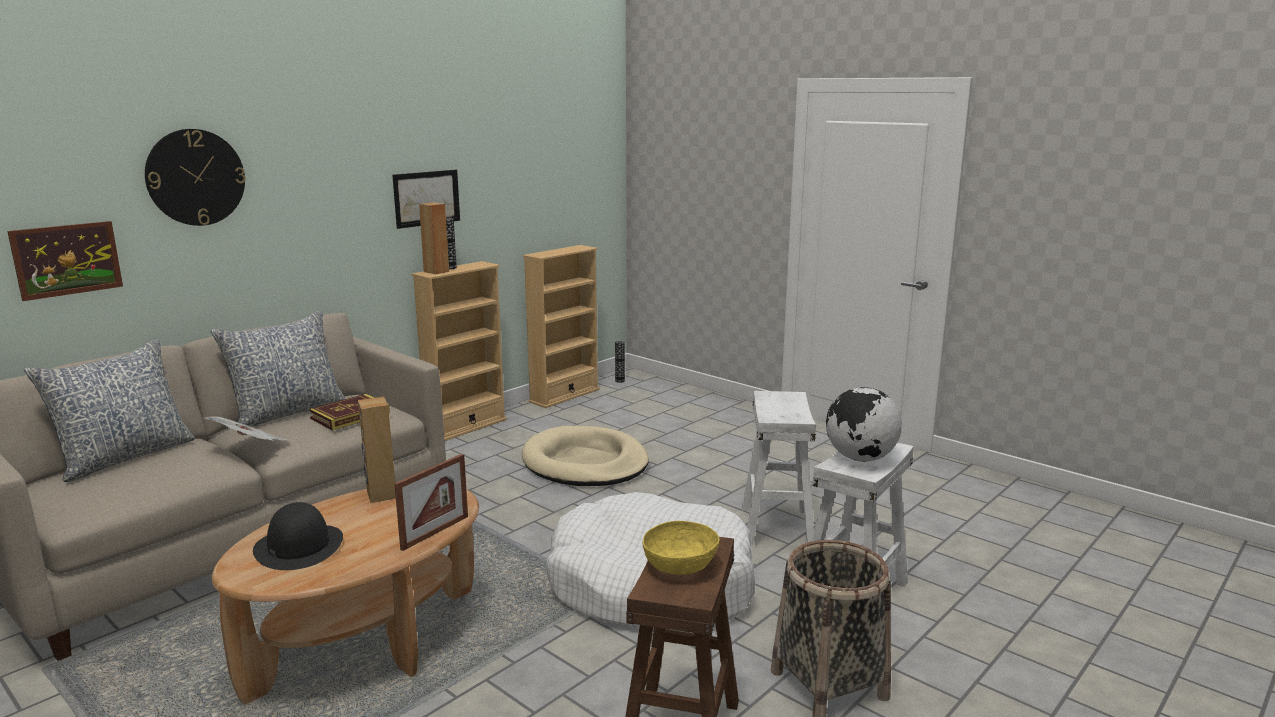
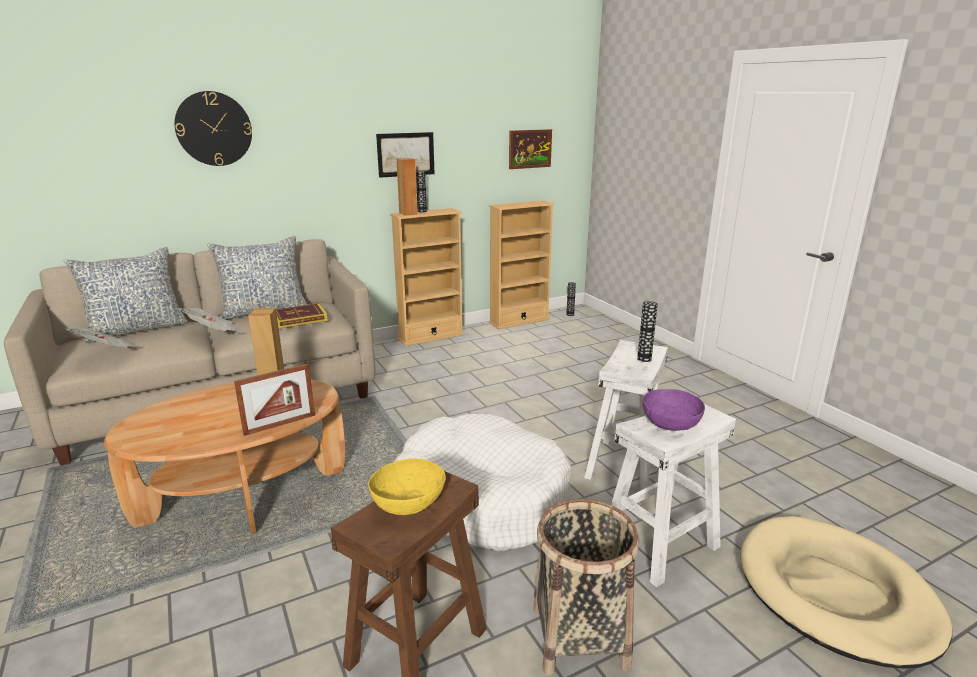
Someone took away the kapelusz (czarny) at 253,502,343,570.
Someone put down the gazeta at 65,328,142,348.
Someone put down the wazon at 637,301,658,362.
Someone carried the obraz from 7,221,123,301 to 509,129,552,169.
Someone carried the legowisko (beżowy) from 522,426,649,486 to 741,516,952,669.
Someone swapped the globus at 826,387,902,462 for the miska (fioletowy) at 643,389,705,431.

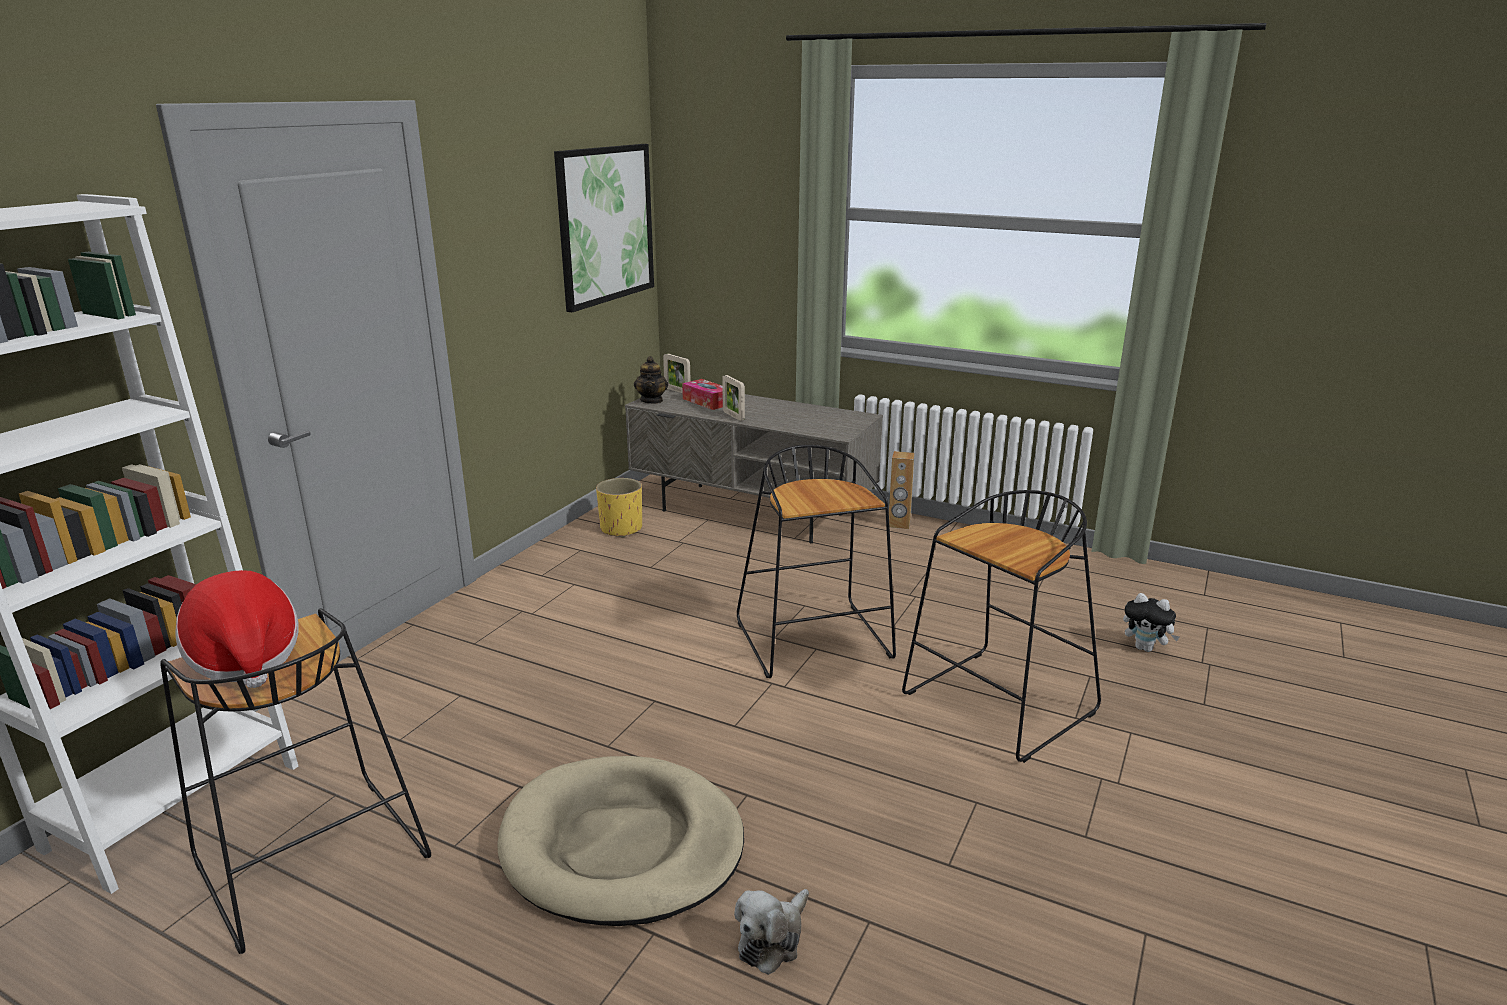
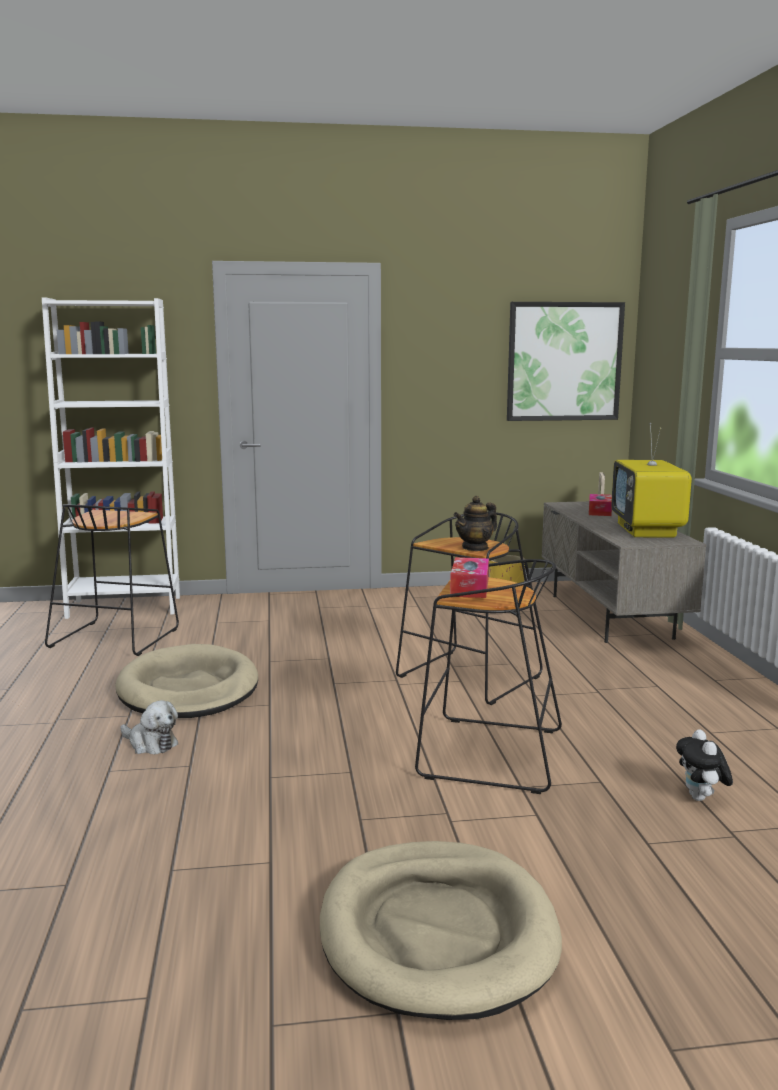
Someone took away the kapelusz at 175,570,299,688.
Someone took away the ramka na zdjęcie at 722,375,745,421.
Someone took away the głośnik (brązowy) at 889,451,914,529.
Someone put down the legowisko (beżowy) at 320,841,562,1020.
Someone put down the pudełko chusteczek at 450,557,489,598.
Someone put down the telewizor at 611,423,692,538.
Someone carried the imbryk from 634,356,668,404 to 454,496,497,551.
Someone rotated the pluszak at 734,889,809,975 by 150 degrees counterclockwise.

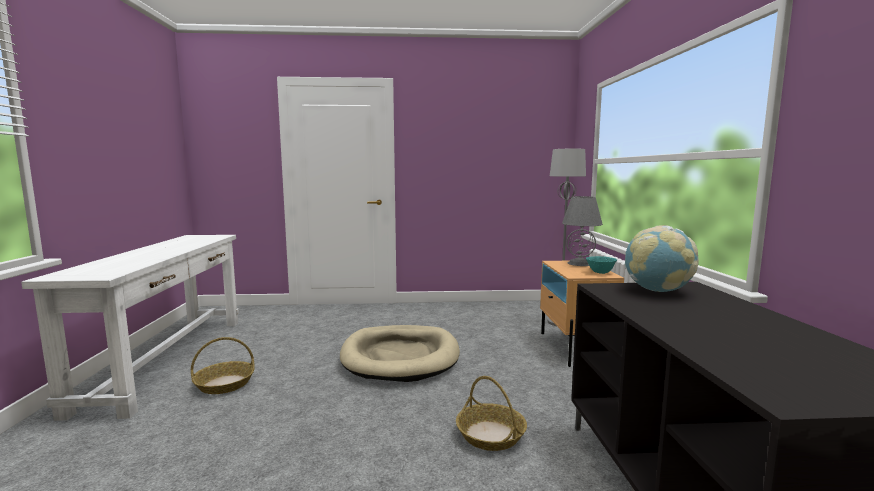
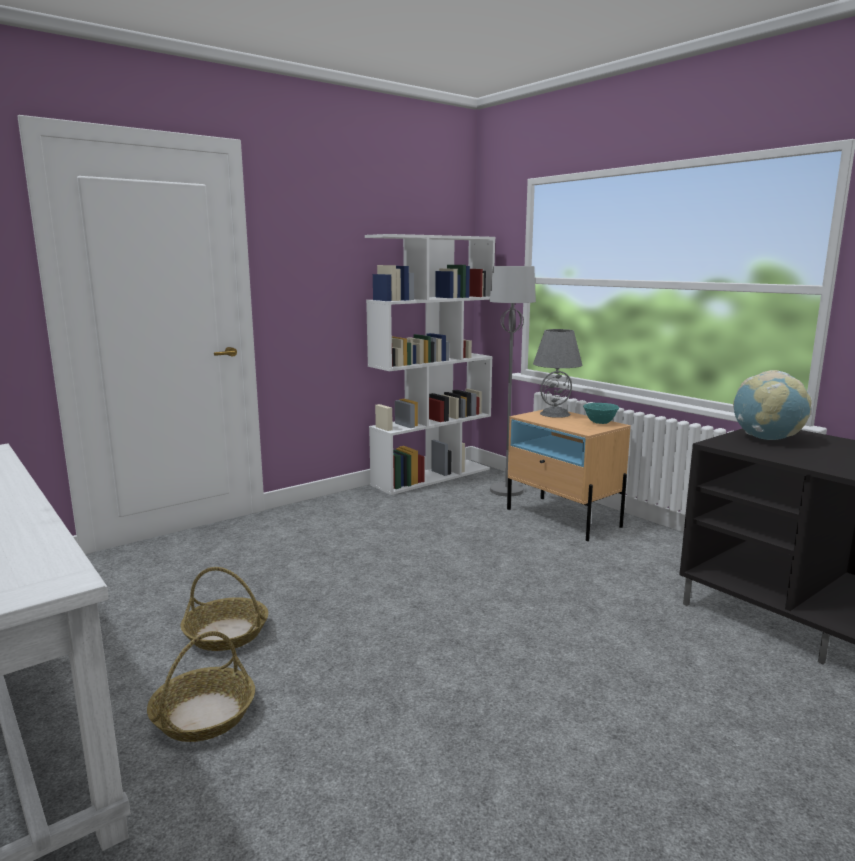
Someone took away the legowisko (beżowy) at 340,325,460,382.
Someone put down the regał (biały) at 365,234,495,495.
Someone carried the koszyk from 456,376,527,451 to 180,567,268,651.

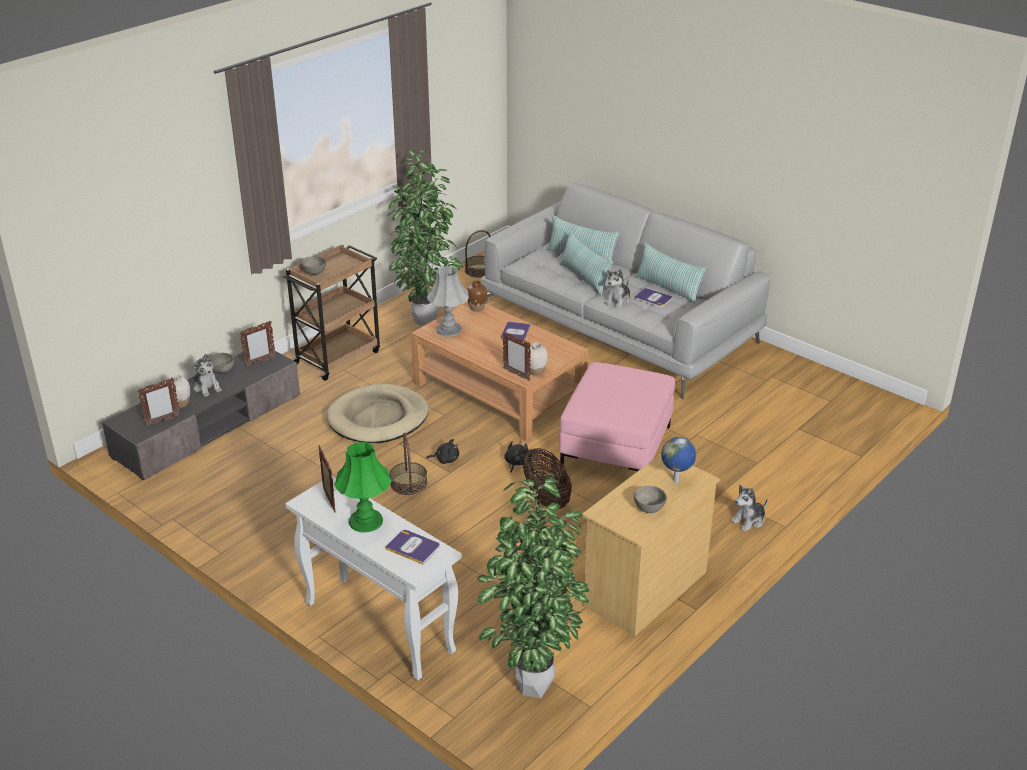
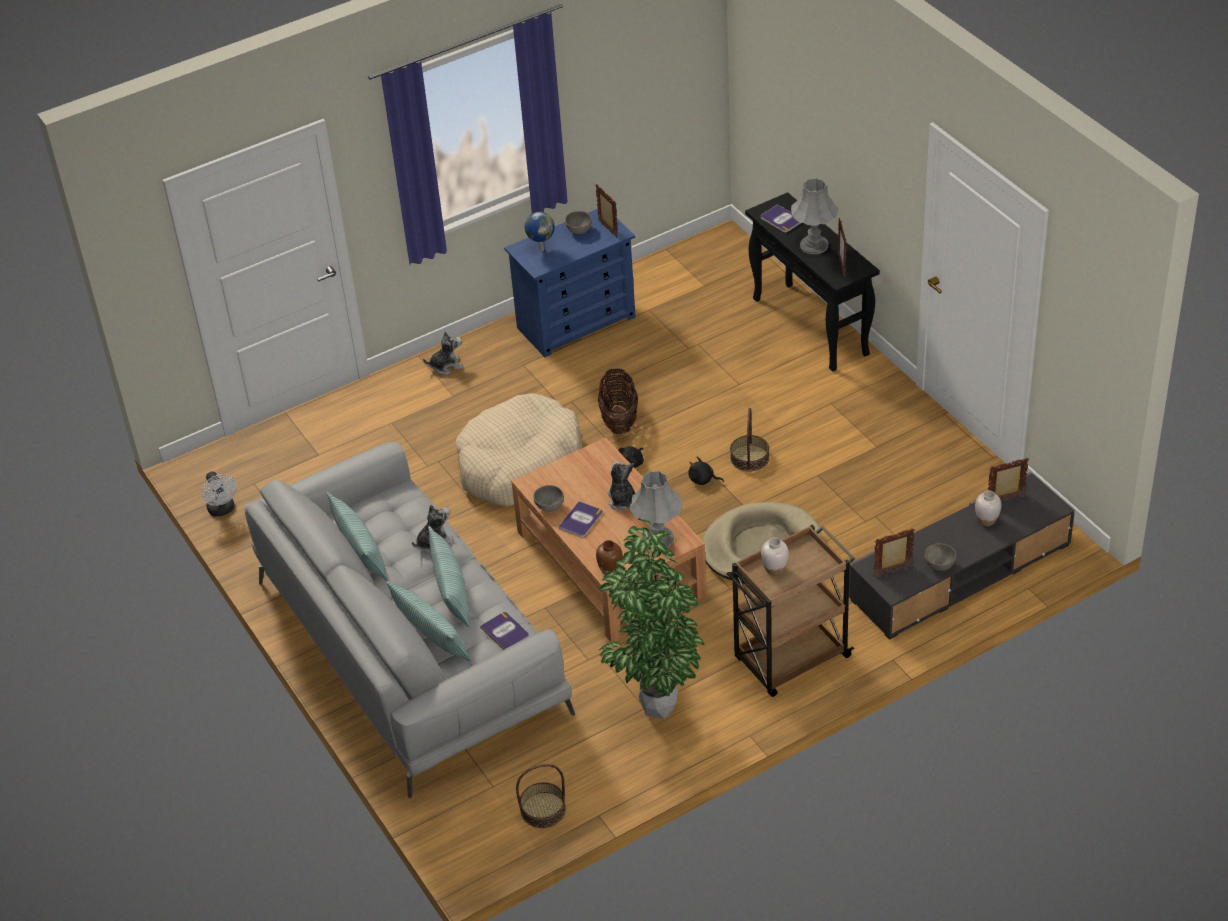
Someone took away the roślina doniczkowa at 477,473,590,698.
Someone put down the wentylator (biały) at 201,471,237,516.
Someone carried the pluszak from 192,354,222,397 to 607,461,635,510.
Someone carried the miska (szary) from 301,256,326,275 to 533,485,564,512.
Someone carried the ramka na zdjęcie from 503,331,531,381 to 596,184,618,238.
Someone carried the wazon (biały) from 528,342,548,376 to 761,538,789,576.
Someone carried the książka from 635,288,673,307 to 480,612,529,650.
Someone swapped the pufa (różowy) at 559,362,675,471 for the legowisko (beżowy) at 456,393,582,506.
Someone repainted the stolik konsolowy (biały) at 285,476,462,681, which became the stolik konsolowy (czarny) at 745,192,880,372.
Someone repainted the lampa stołowa (zielony) at 334,442,392,533, which became the lampa stołowa (szary) at 791,178,838,254.
Someone repainted the komoda (beżowy) at 582,454,720,636, which became the komoda (niebieski) at 504,209,636,357.

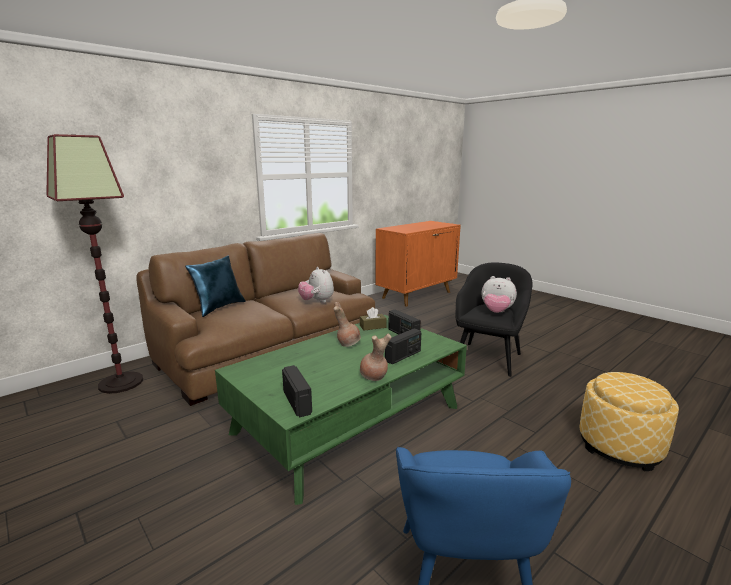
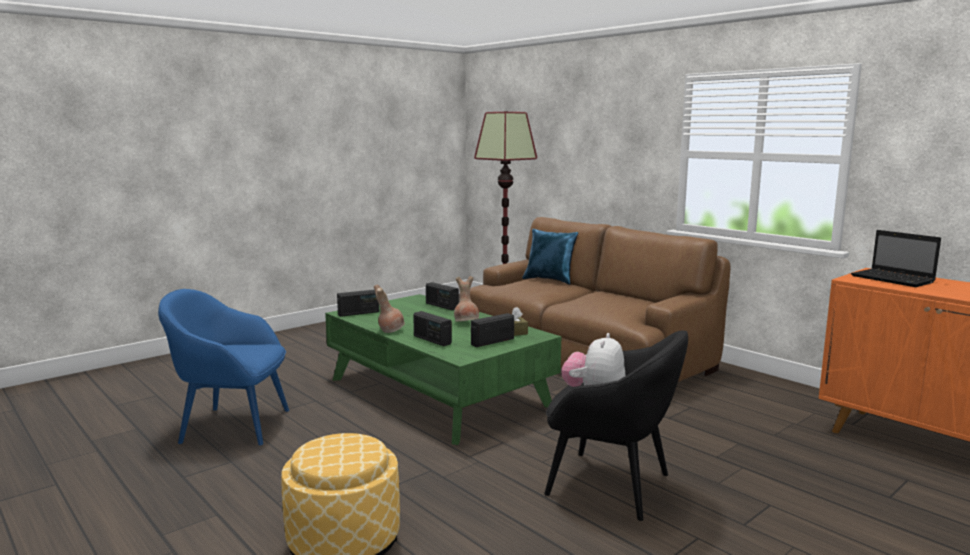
Someone took away the pluszak at 298,267,334,303.
Someone put down the radio at 426,282,459,310.
Someone put down the laptop at 851,230,941,287.

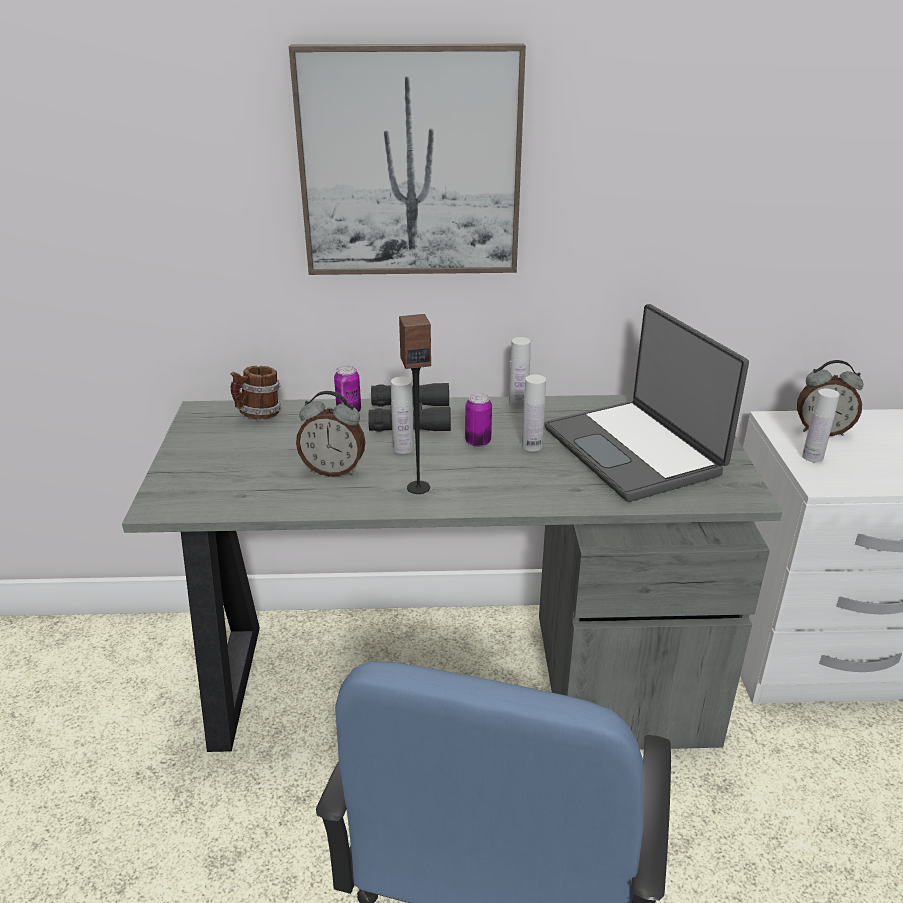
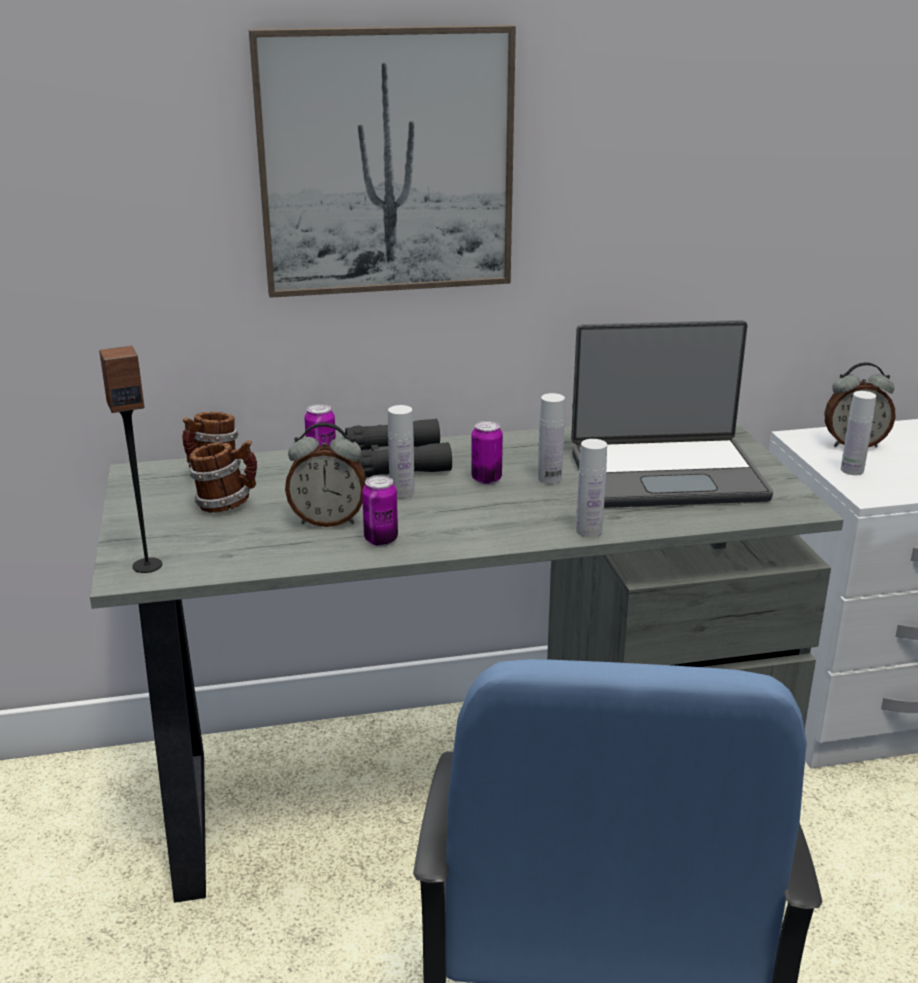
Someone put down the kubek at 189,440,257,513.
Someone put down the puszka at 362,476,398,546.
Someone carried the głośnik from 399,314,431,494 to 99,346,162,573.
Someone carried the butelka (biały) from 509,337,531,409 to 576,439,607,537.
Someone rotated the laptop at 545,304,749,502 by 60 degrees counterclockwise.

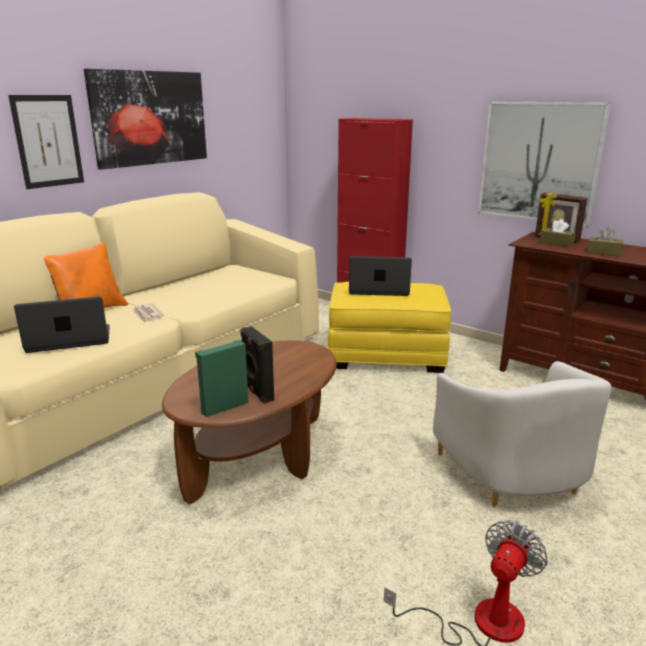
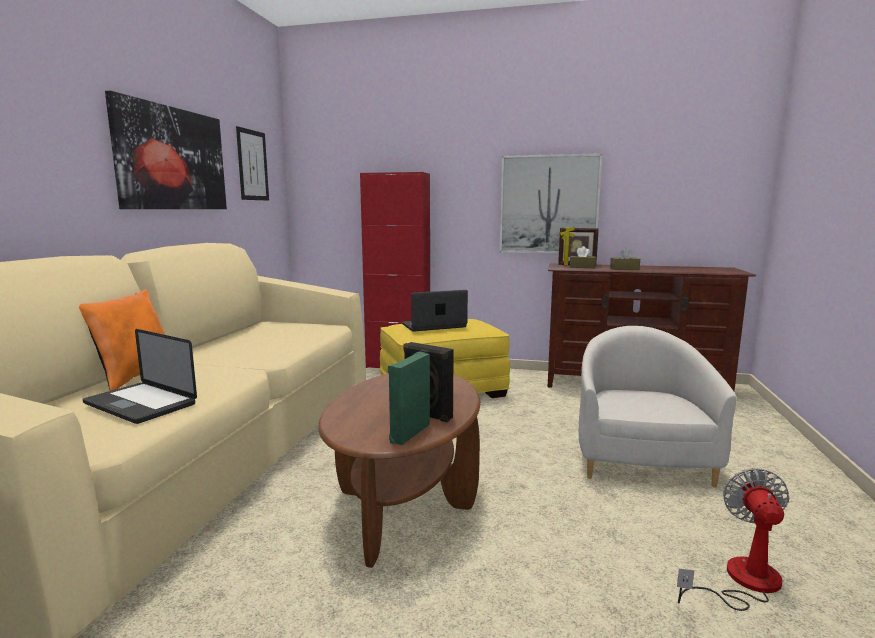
Someone took away the gazeta at 132,303,164,323.
Someone carried the obraz from 8,95,84,189 to 236,126,269,201.
Someone rotated the laptop at 14,296,110,353 by 105 degrees counterclockwise.
Someone rotated the fotel (biały) at 433,361,611,507 by 135 degrees counterclockwise.

